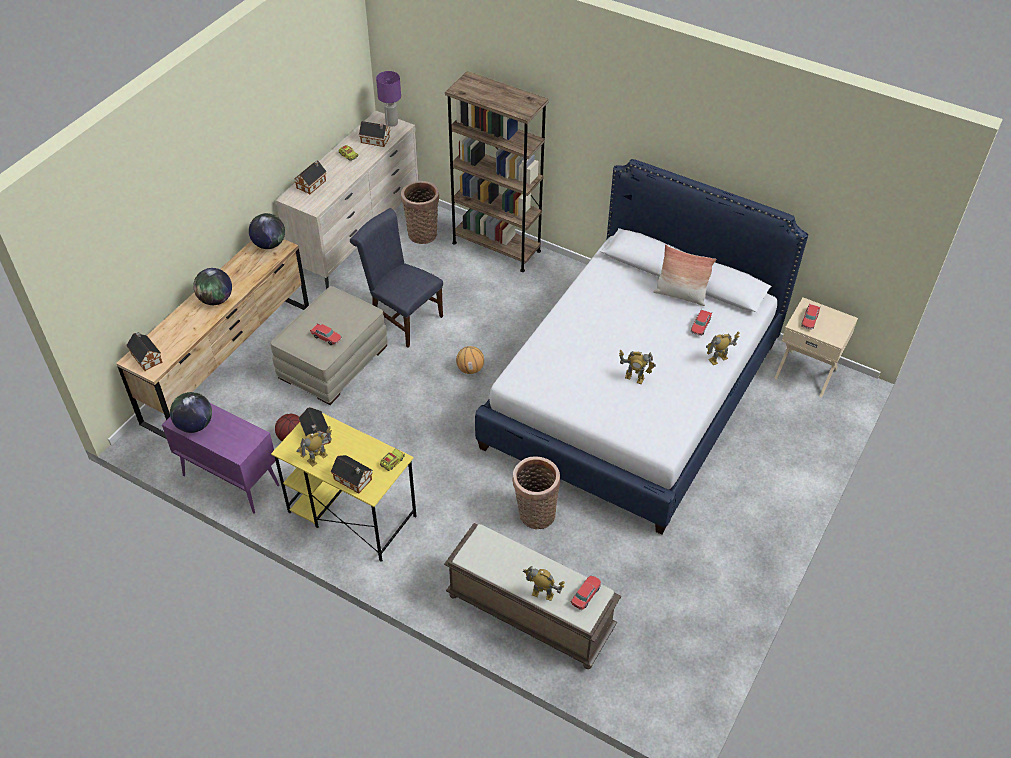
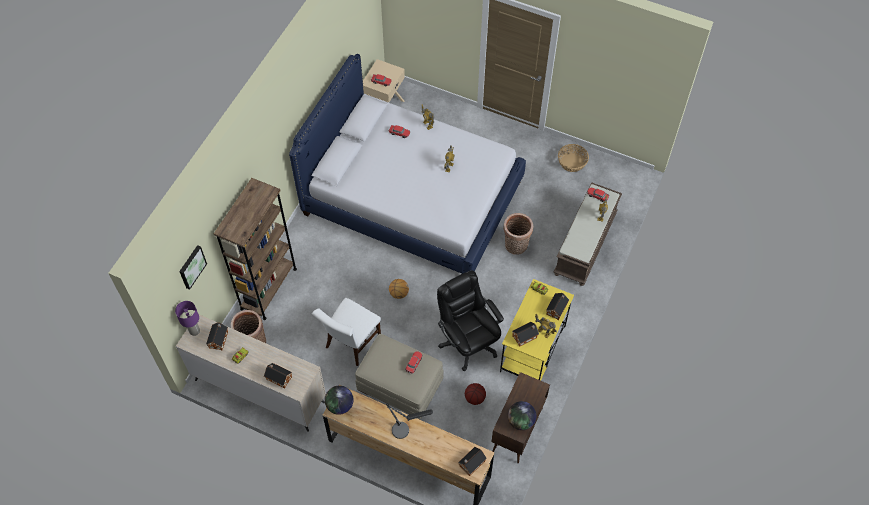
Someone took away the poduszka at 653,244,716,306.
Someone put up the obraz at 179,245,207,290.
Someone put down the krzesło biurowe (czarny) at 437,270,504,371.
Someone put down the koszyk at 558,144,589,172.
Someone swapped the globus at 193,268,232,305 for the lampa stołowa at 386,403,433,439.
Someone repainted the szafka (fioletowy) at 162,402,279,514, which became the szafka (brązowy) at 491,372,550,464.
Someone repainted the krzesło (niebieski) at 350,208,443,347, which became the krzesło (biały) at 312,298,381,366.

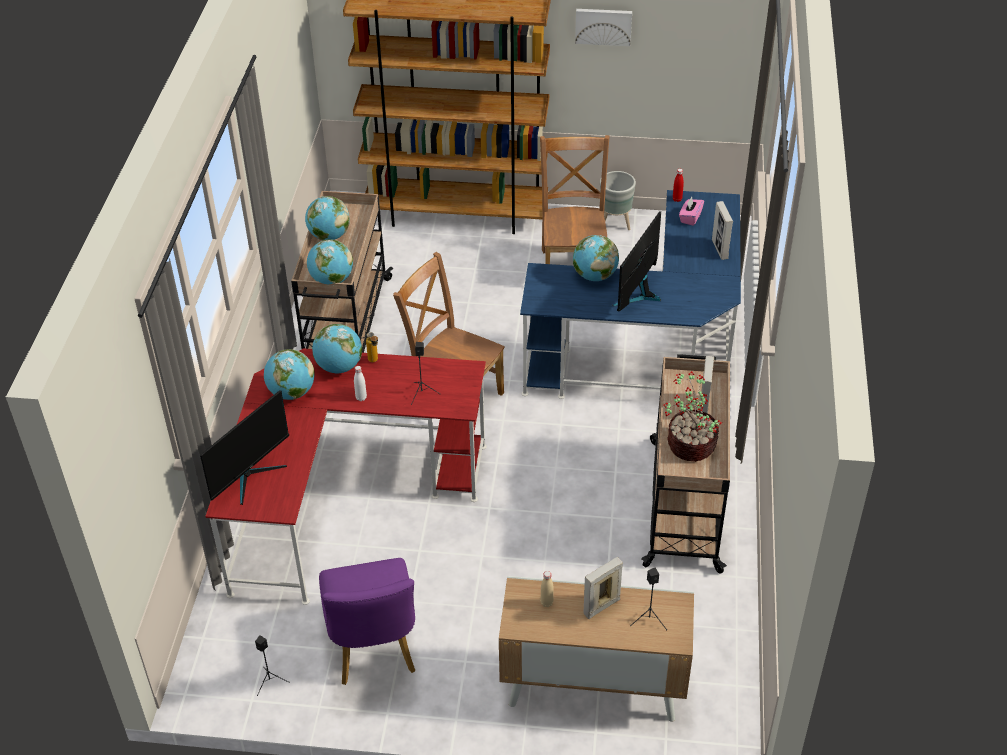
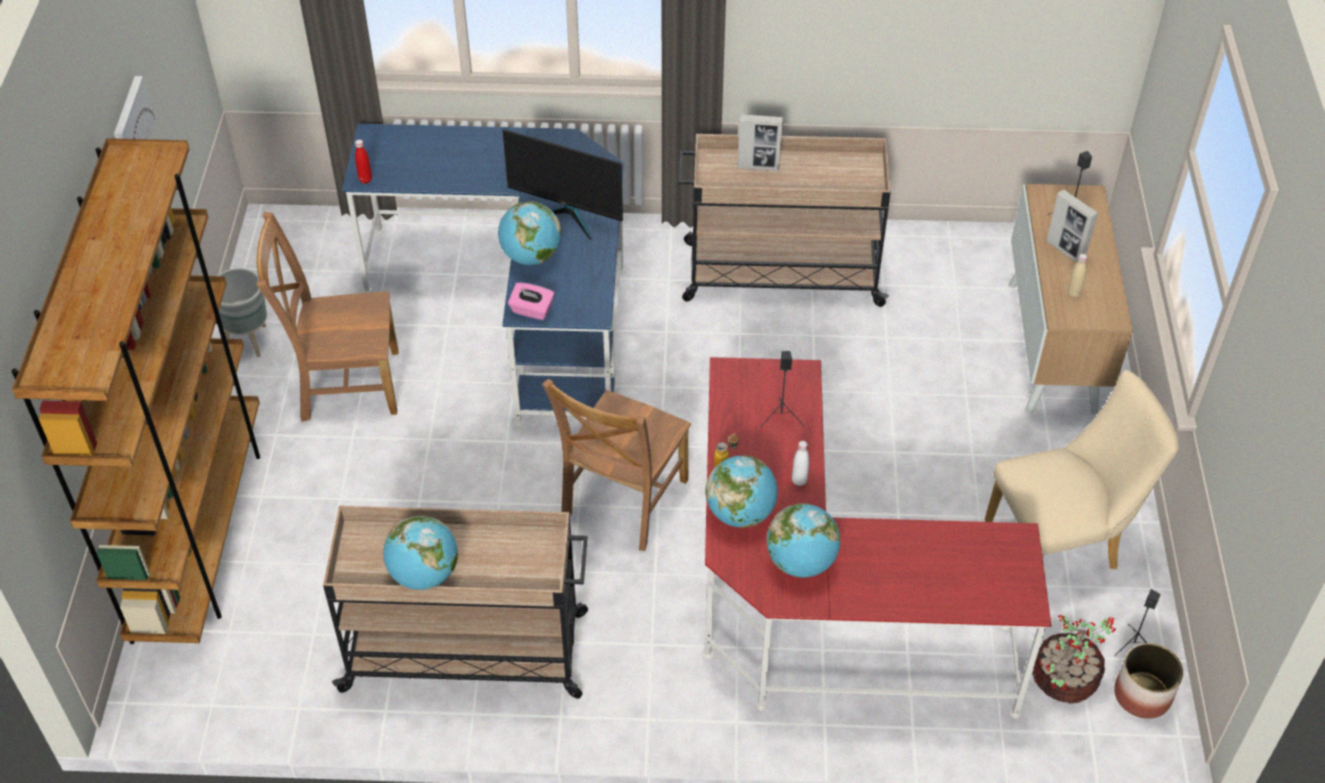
Someone took away the monitor at 200,390,289,505.
Someone took away the globus at 307,239,353,284.
Someone took away the ramka na zdjęcie at 712,201,733,260.
Someone put down the donica at 1114,643,1183,719.
Someone carried the roślina doniczkowa from 664,371,722,462 to 1032,615,1116,704.
Someone carried the pudełko chusteczek (różowy) from 679,197,704,226 to 508,283,555,320.
Someone repainted the krzesło (fioletowy) at 319,558,415,685, which became the krzesło (beżowy) at 985,370,1179,569.

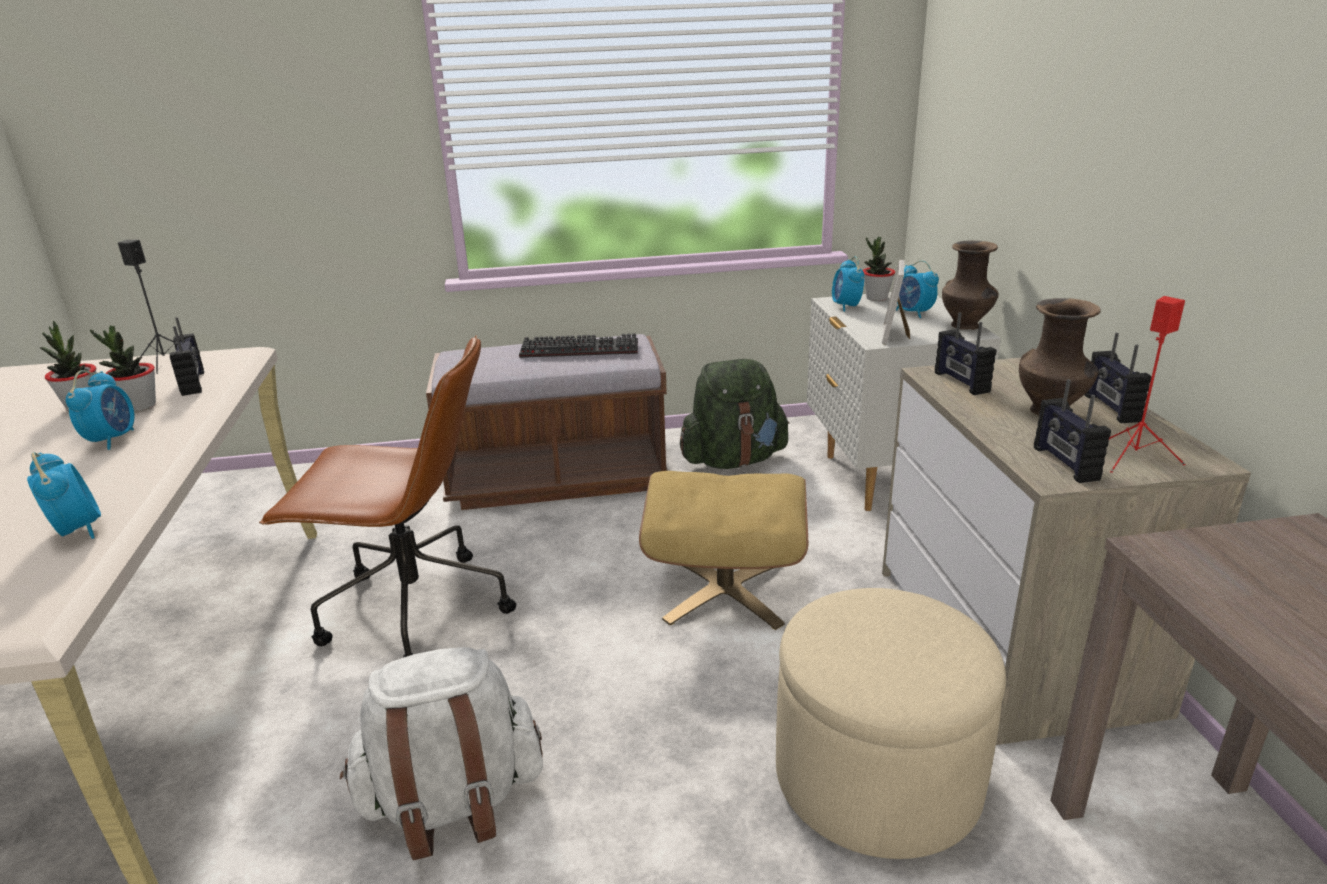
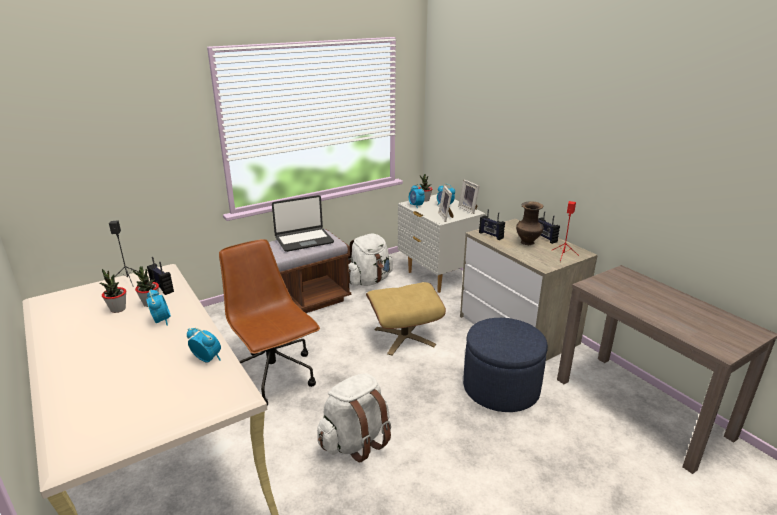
Someone took away the radio at 1034,379,1111,483.
Someone swapped the klawiatura at 519,333,638,358 for the laptop at 272,195,334,252.
Someone swapped the wazon (brązowy) at 942,241,999,330 for the ramka na zdjęcie at 458,179,480,214.
Someone repainted the plecak (zielony) at 680,359,790,469, which became the plecak (biały) at 348,234,393,286.
Someone repainted the pufa (beżowy) at 776,588,1006,859, which became the pufa (niebieski) at 463,318,548,412.
Someone rotated the krzesło biurowe (brązowy) at 259,335,516,658 by 105 degrees counterclockwise.

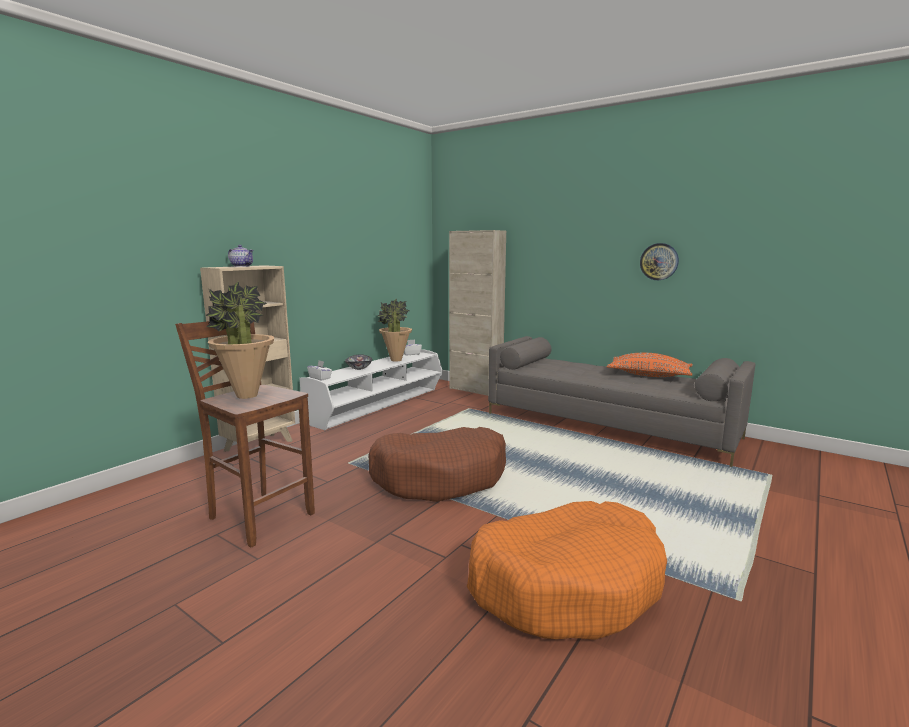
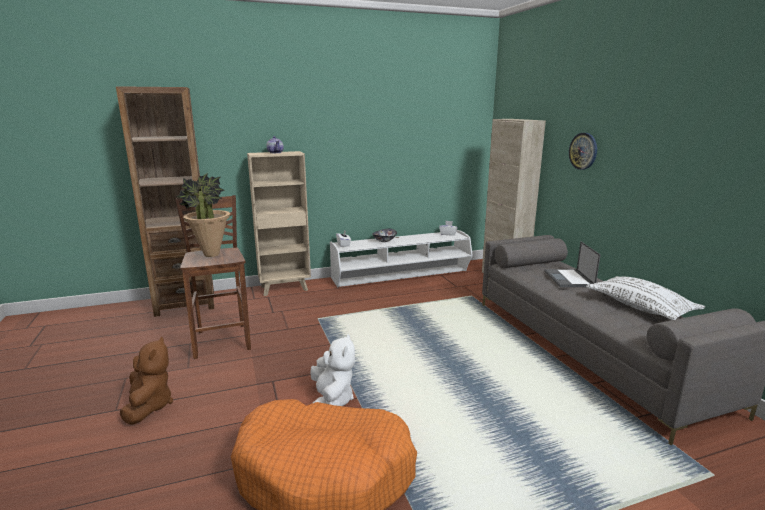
Someone took away the legowisko (brązowy) at 368,427,506,502.
Someone took away the roślina doniczkowa at 378,298,412,362.
Someone put down the regał (brązowy) at 116,86,214,317.
Someone put down the pluszak (brązowy) at 120,337,173,425.
Someone put down the pluszak (biały) at 310,334,355,406.
Someone put down the laptop at 544,241,601,287.
Someone carried the zegar ścienny from 640,243,679,280 to 569,133,597,170.
Someone repainted the poduszka (pomarańczowy) at 606,353,693,377, which became the poduszka (biały) at 586,276,705,320.

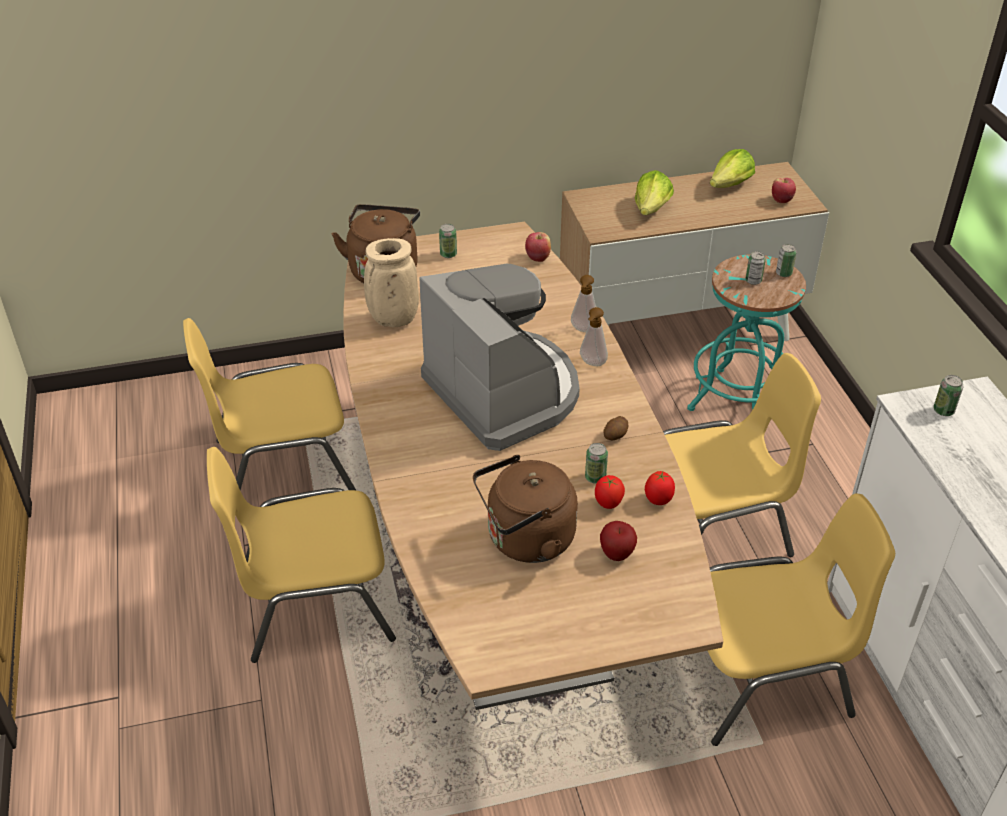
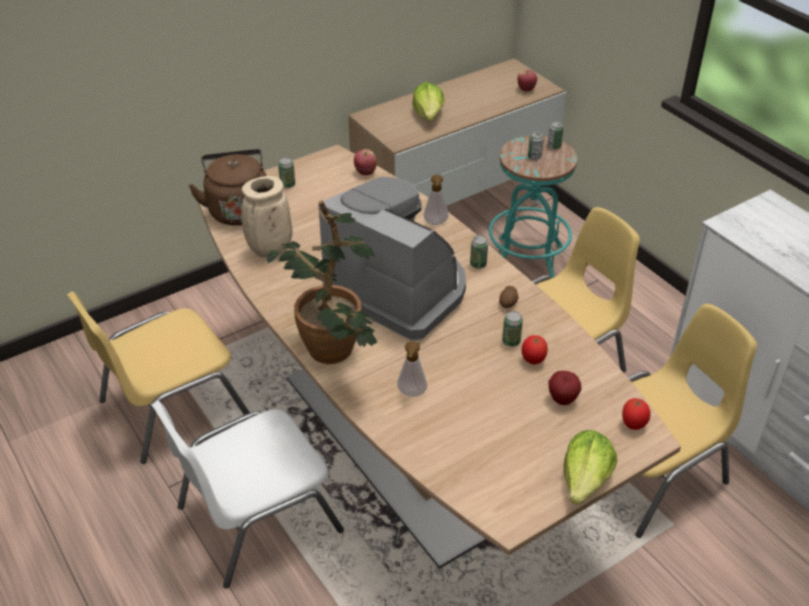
Someone took away the czajnik (brązowy) at 473,455,578,563.
Someone put down the roślina doniczkowa at 267,200,377,364.
Someone carried the dozownik mydła from 580,307,608,366 to 397,341,427,397.
Someone carried the pomidor from 645,471,675,505 to 622,398,650,430.
Someone carried the sałata from 710,149,755,188 to 563,430,617,505.
Someone carried the puszka from 933,375,963,416 to 470,235,488,269.
Someone repainted the krzesło (żółty) at 207,447,396,663, which became the krzesło (biały) at 151,401,344,589.

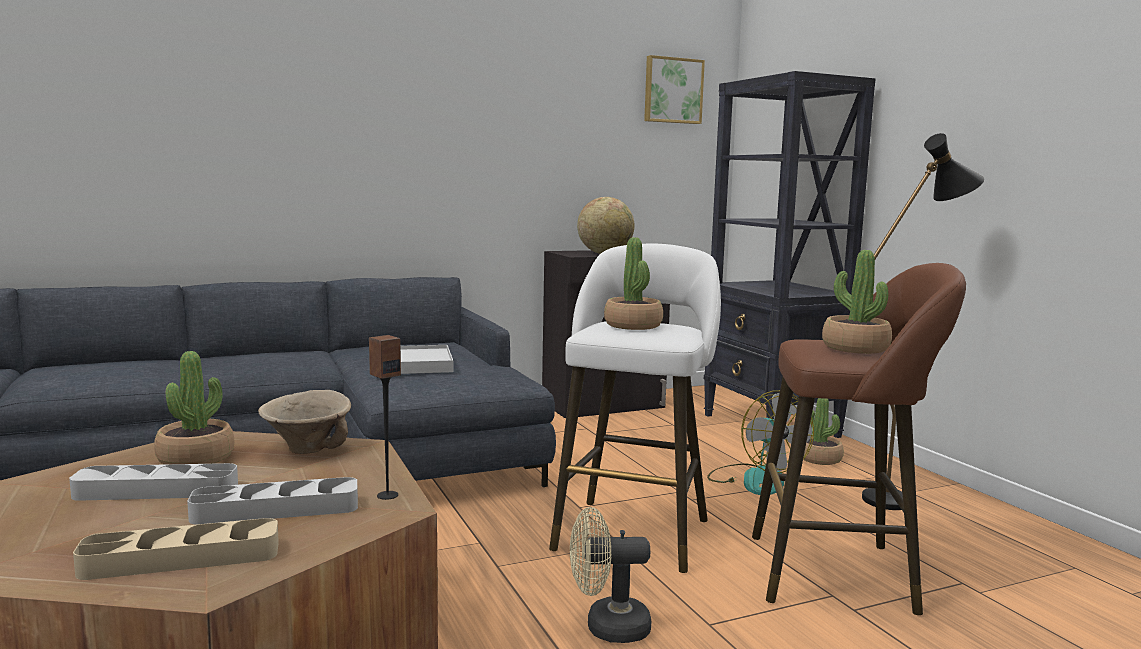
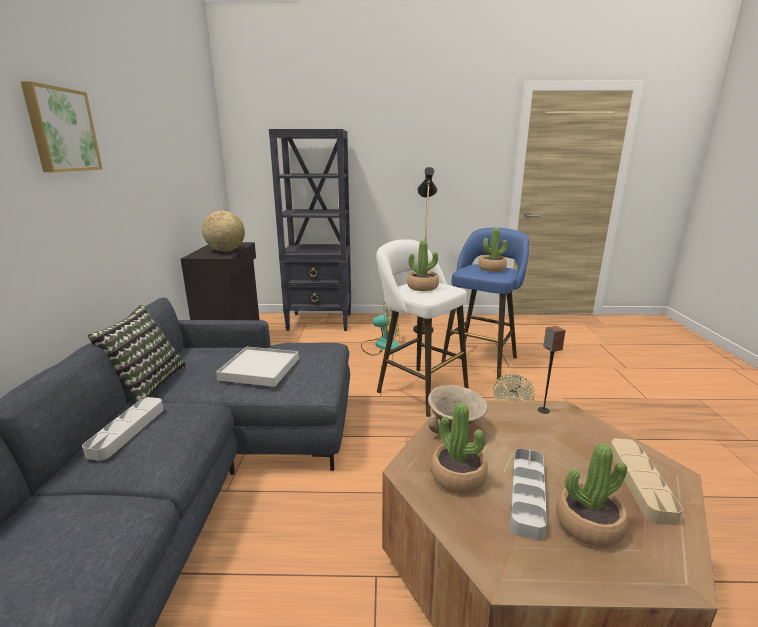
Someone put down the poduszka at 88,305,186,401.
Someone carried the taca (szary) from 187,477,358,525 to 82,397,164,461.
Someone carried the obraz from 644,55,705,124 to 20,81,103,172.
Someone carried the roślina doniczkowa from 804,398,844,465 to 556,444,628,547.
Someone repainted the stołek (brązowy) at 752,263,966,615, which became the stołek (niebieski) at 441,228,529,379.

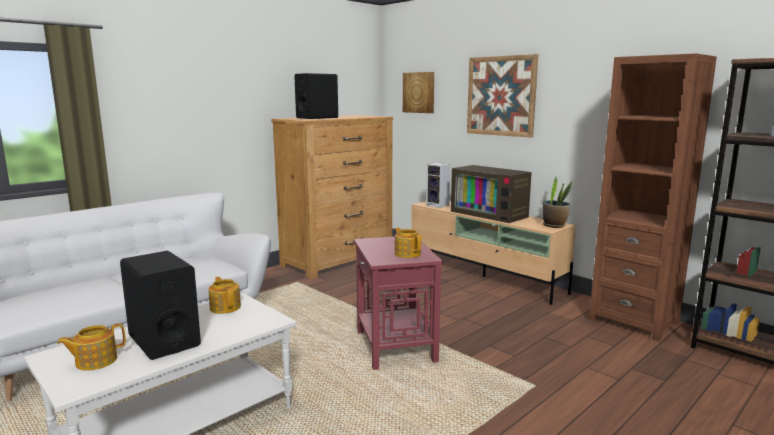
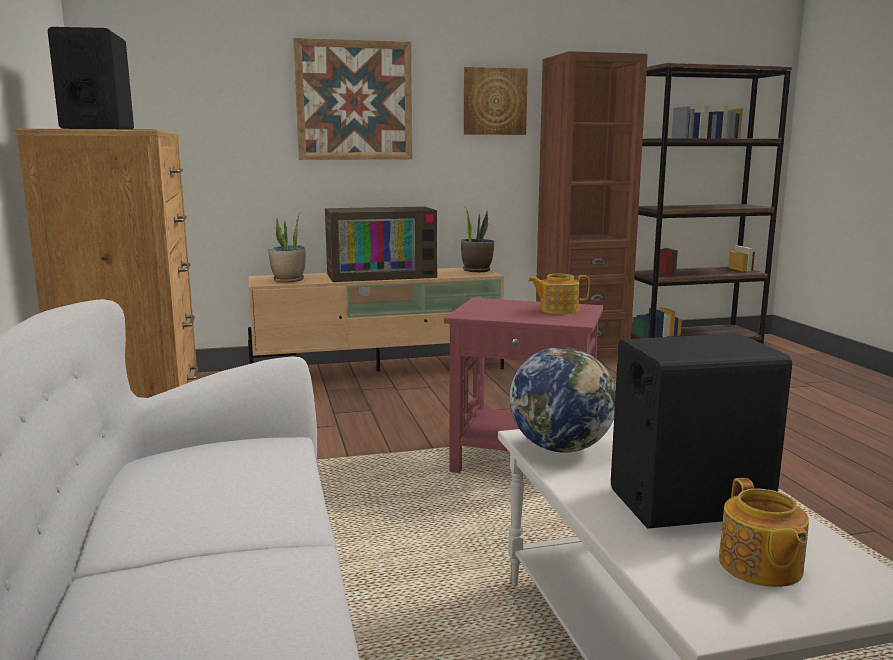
Someone carried the obraz from 403,72,434,113 to 464,67,528,135.
Someone swapped the imbryk at 209,277,241,314 for the globus at 510,347,616,453.
Someone swapped the głośnik at 426,163,450,208 for the roślina doniczkowa at 268,215,306,283.

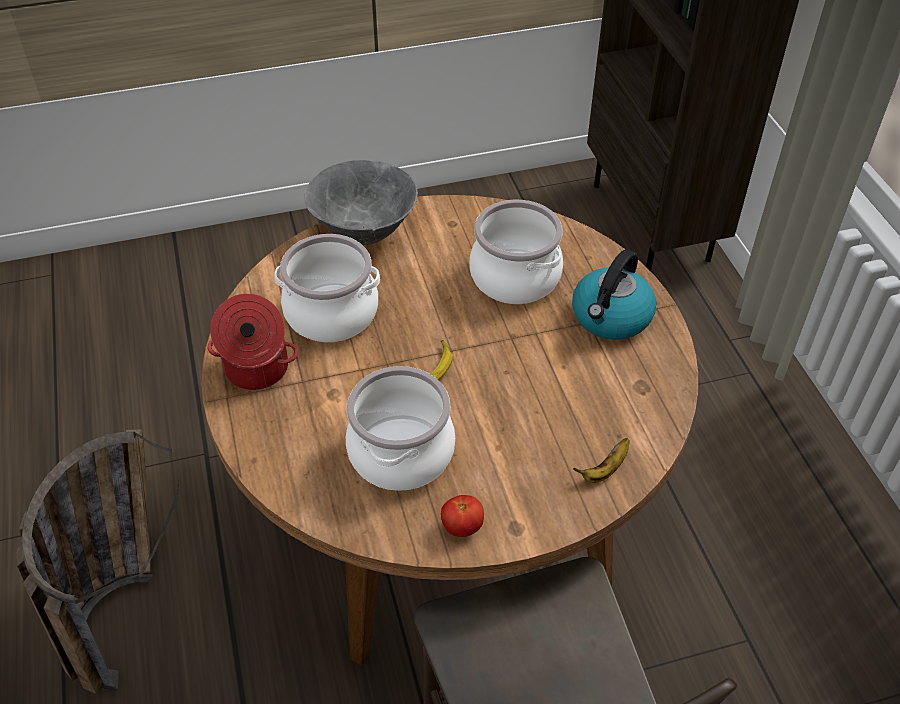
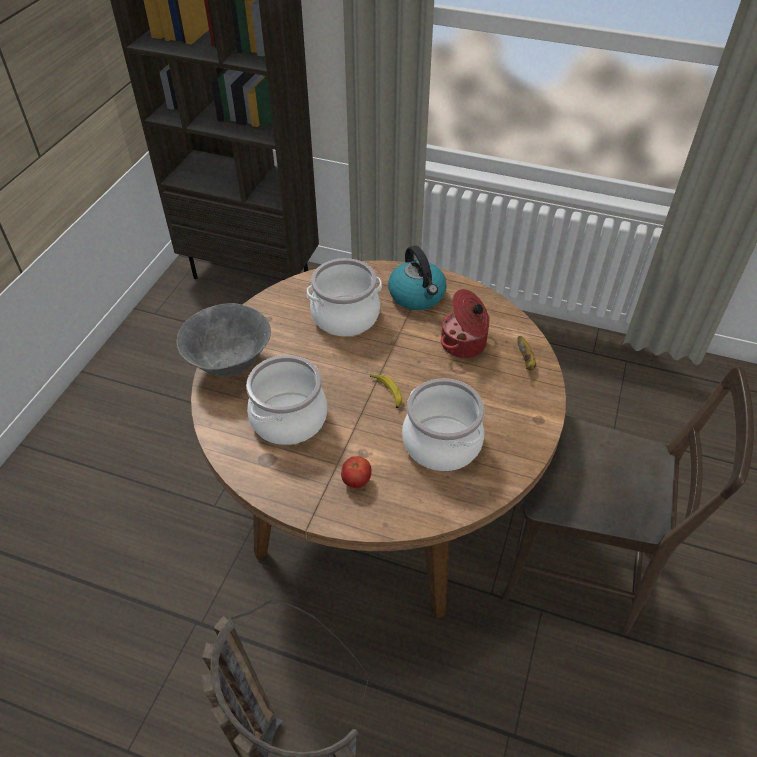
Someone carried the garnek from 208,294,298,390 to 441,289,490,358.
Someone carried the pomidor from 441,495,484,537 to 341,456,371,488.

